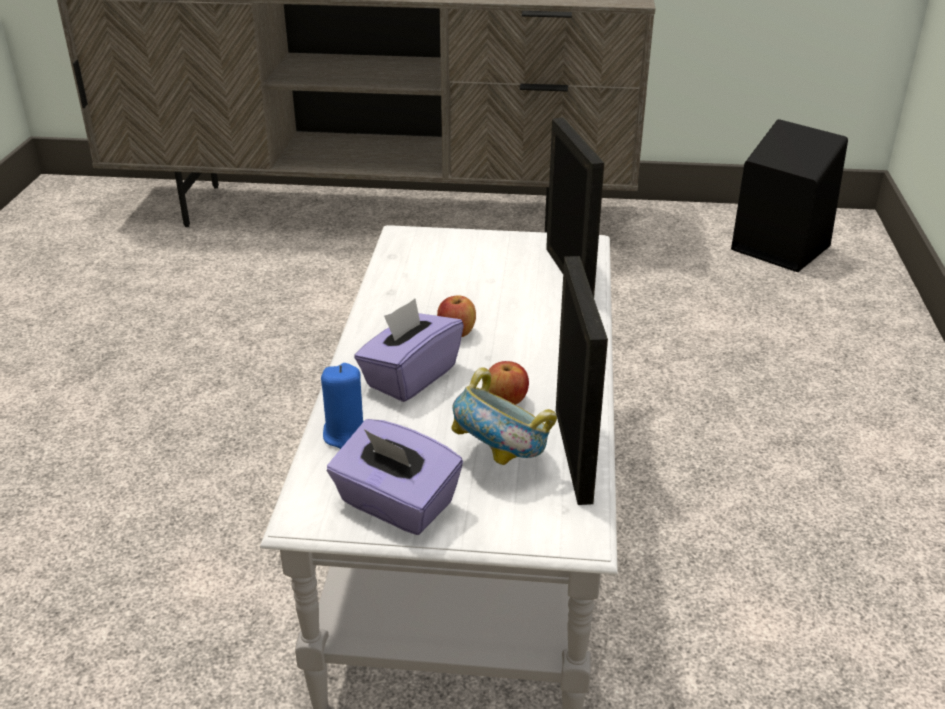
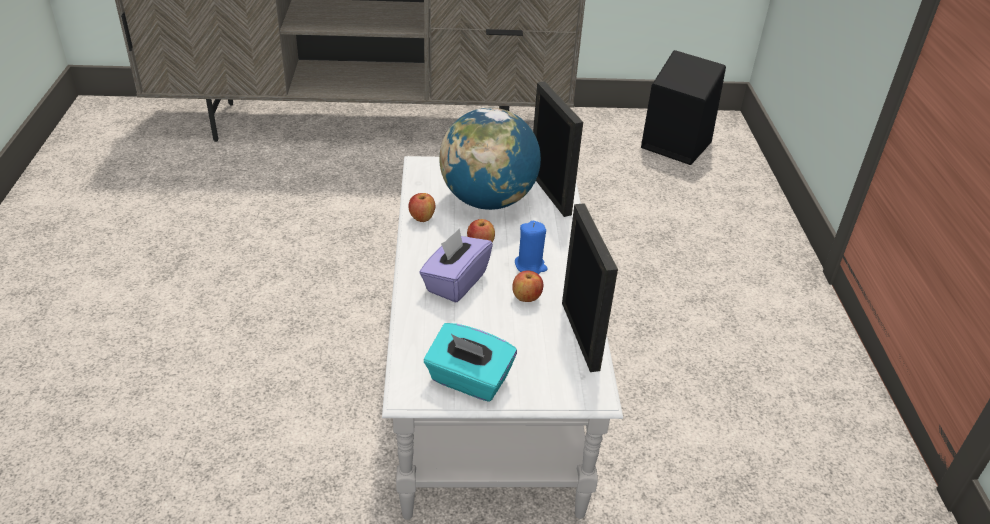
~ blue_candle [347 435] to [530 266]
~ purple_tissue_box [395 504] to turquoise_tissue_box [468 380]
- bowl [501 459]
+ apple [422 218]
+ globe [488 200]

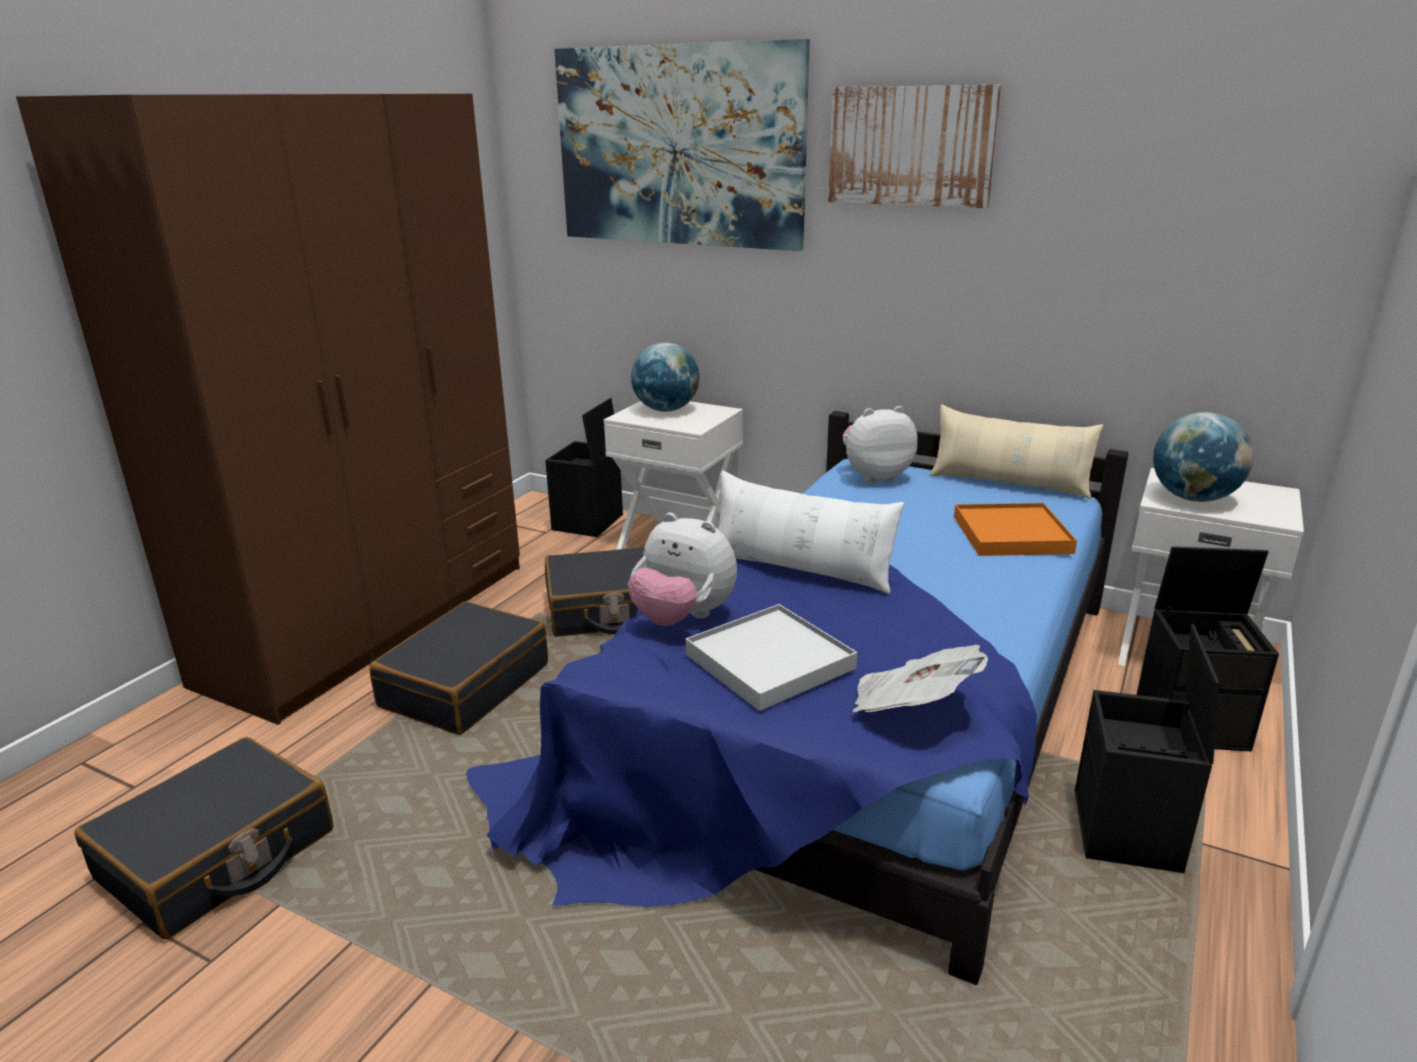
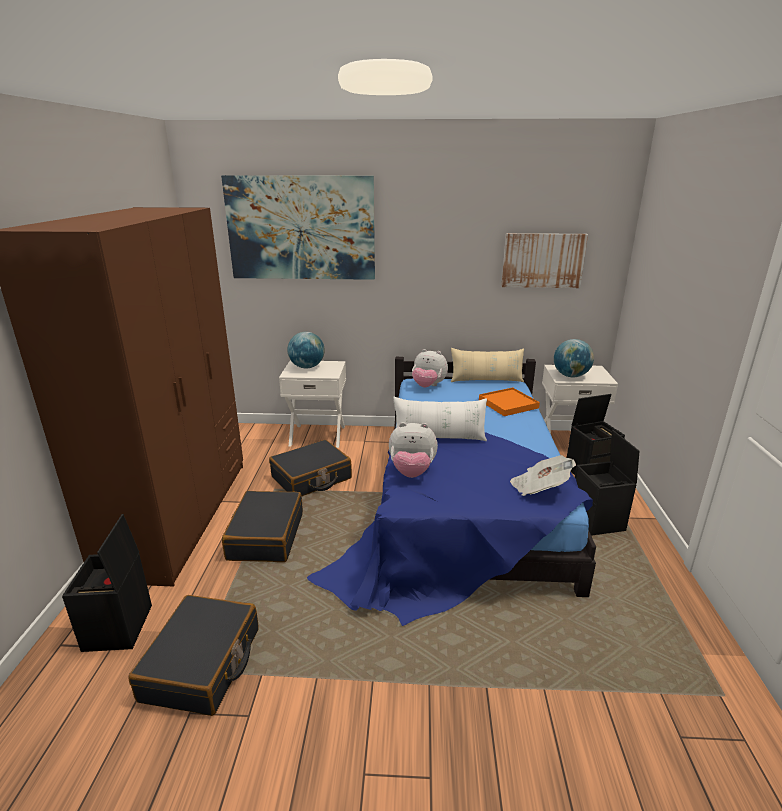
~ black_storage_box [588 523] to [118 628]
- white_tray [770 661]
~ picture [911 146] to [543 260]
~ plush_toy [875 476] = [428 386] 120 degrees counterclockwise

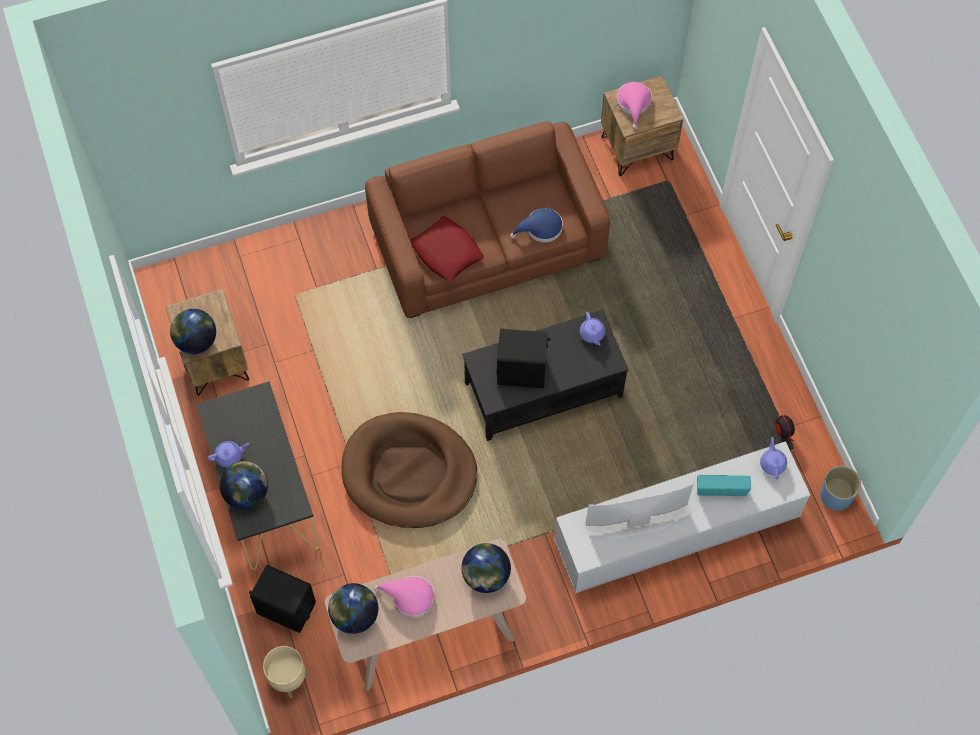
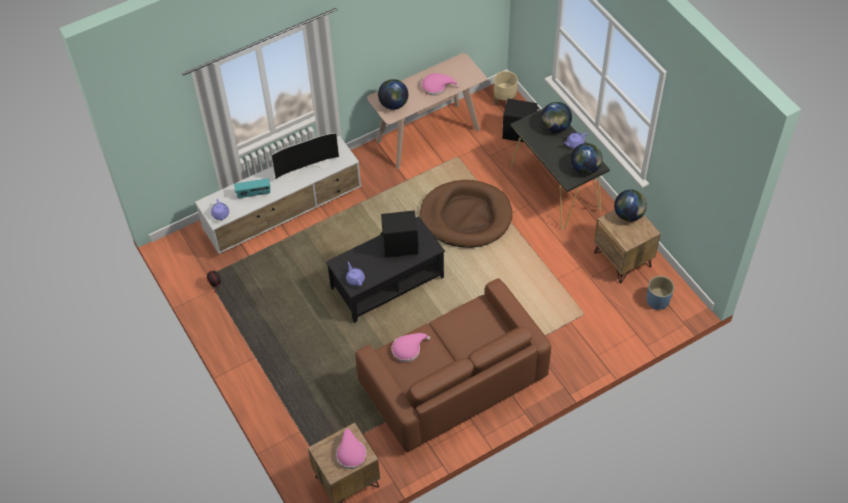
~ globe [354 615] to [585 168]
- red_pillow [447 252]
~ blue_hat [540 228] to pink_hat [408 349]
~ blue_planter [836 496] to [657 300]

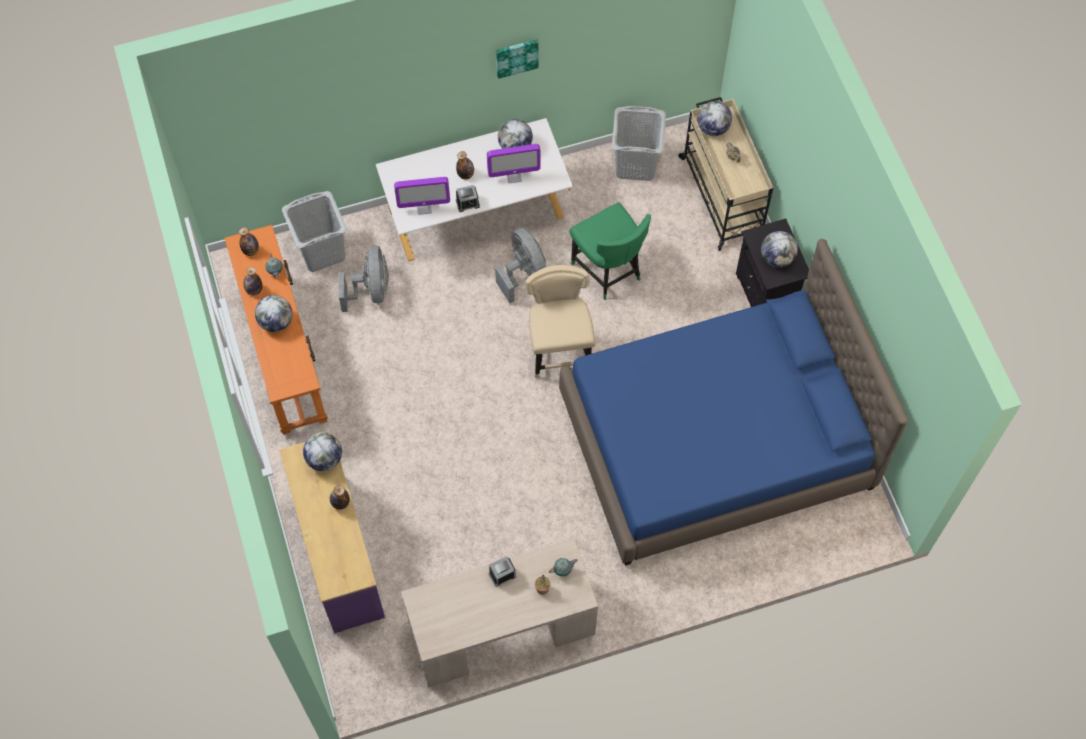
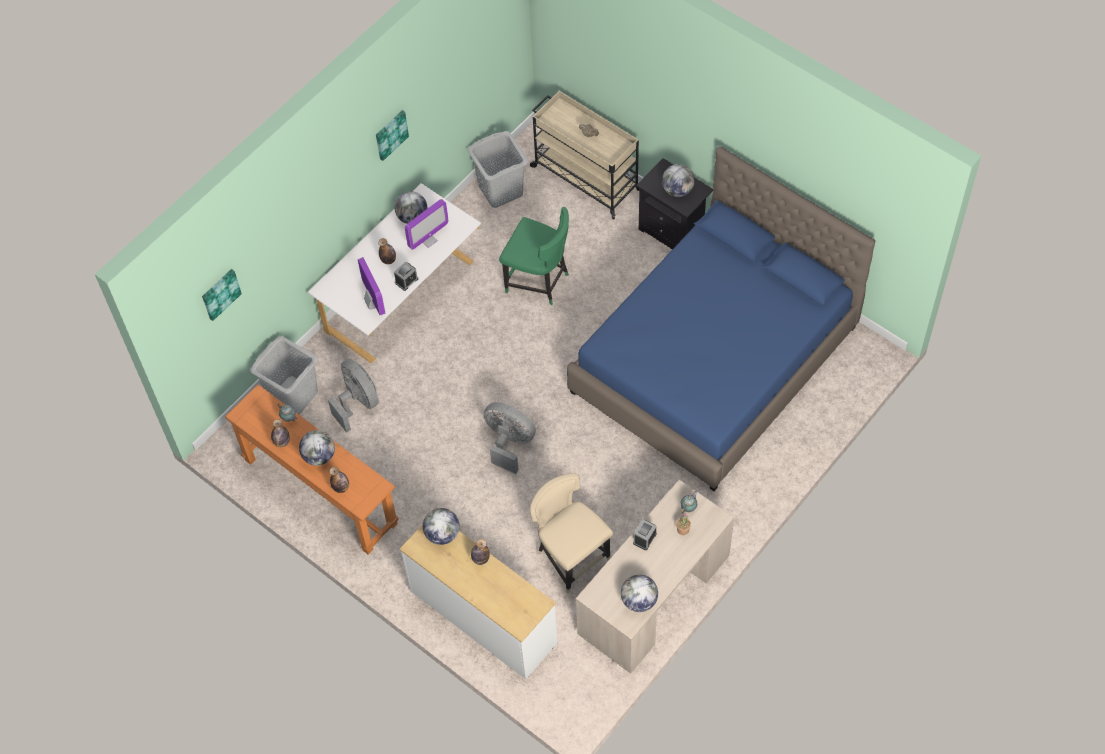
~ bottle [251 251] to [341 487]
~ purple_dresser [338 553] to white_dresser [482 617]
~ monitor [424 207] = [373 303] 75 degrees counterclockwise
~ grey_fan [523 273] to [509 443]
~ beige_chair [559 349] to [571 557]
~ globe [712 128] to [639 600]
+ picture [220 293]

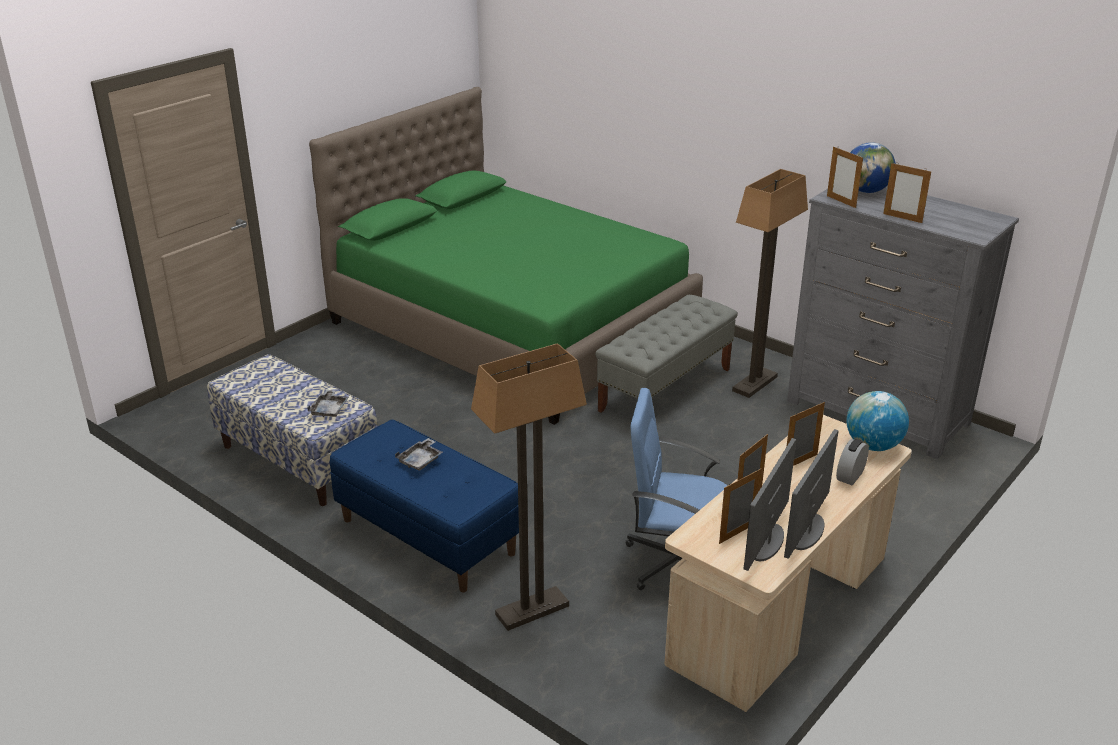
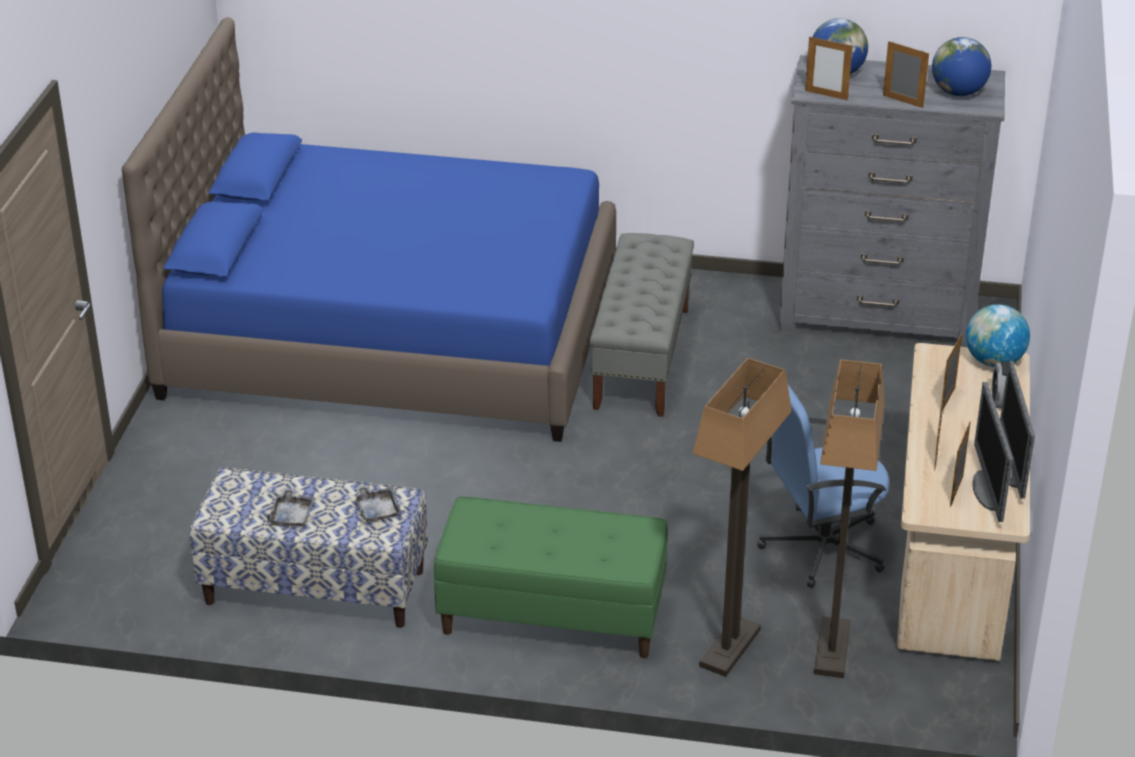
~ green_bed [512 327] to blue_bed [392 333]
~ blue_bench [426 536] to green_bench [551 616]
~ grey_tray [421 460] to [292 515]
~ floor_lamp [755 384] to [832 650]
~ picture_frame [902 218] = [902 101] 150 degrees counterclockwise
+ globe [958 92]

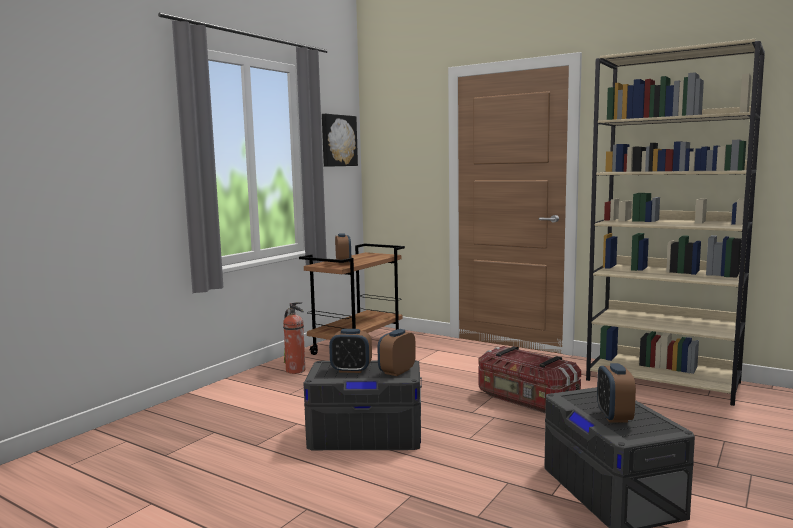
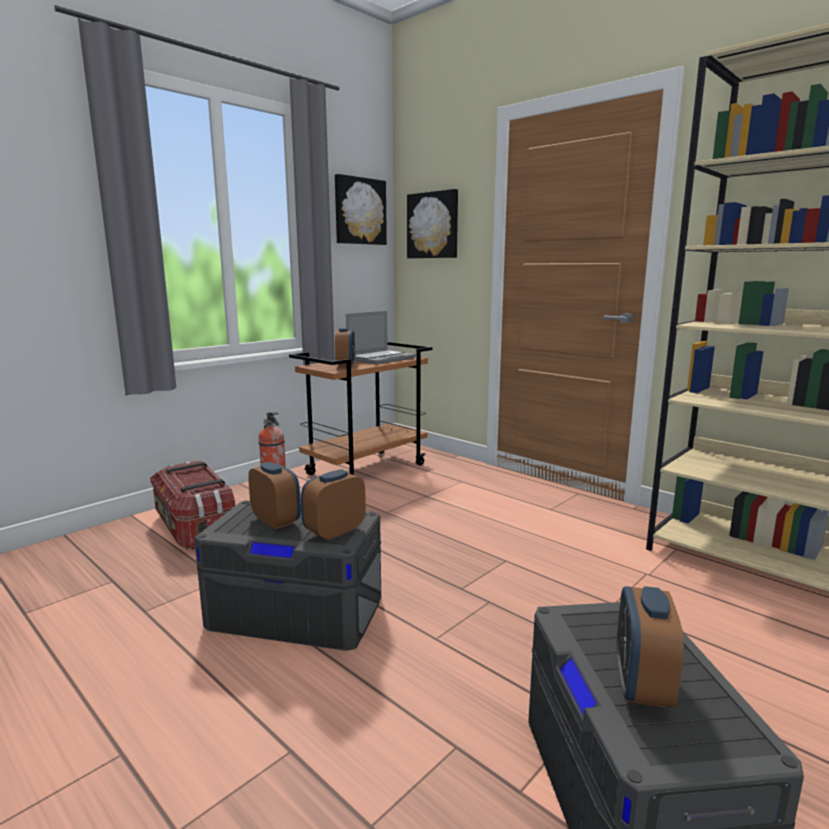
~ alarm_clock [351 370] = [276 521] 150 degrees counterclockwise
~ storage_box [526 400] to [195 528]
+ laptop [381 358]
+ picture [433 225]

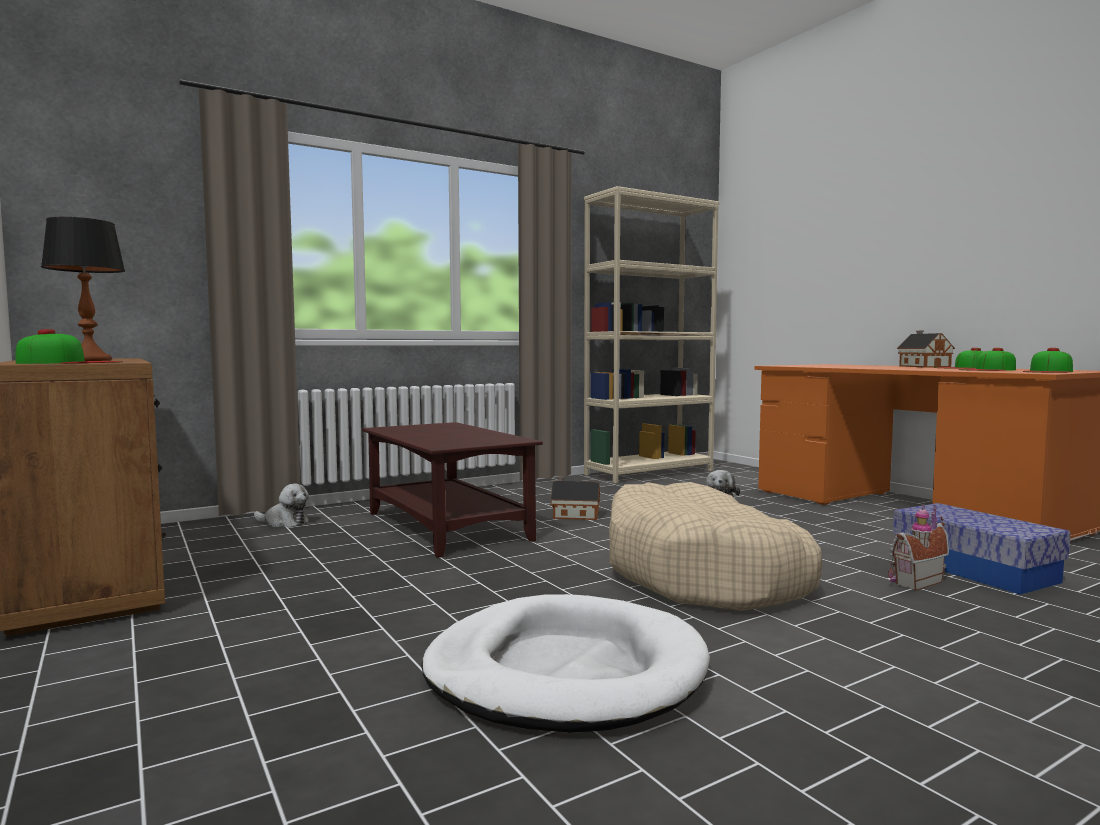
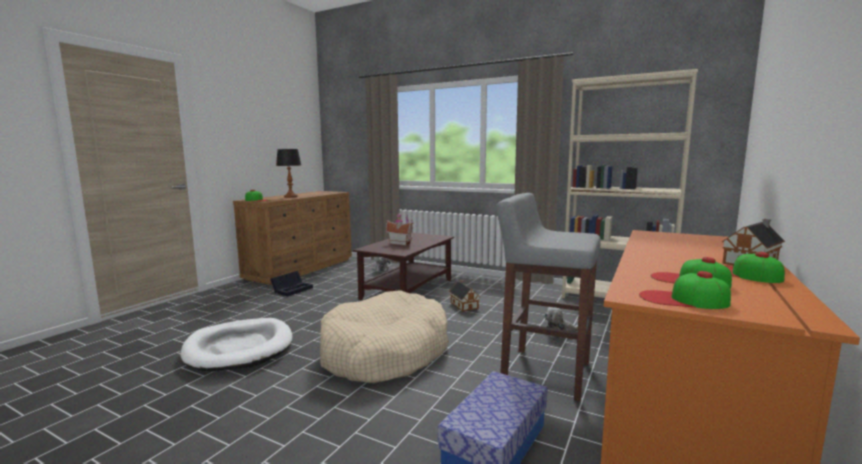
~ toy_house [913 582] to [400 243]
+ black_storage_box [293 289]
+ grey_stool [544 373]

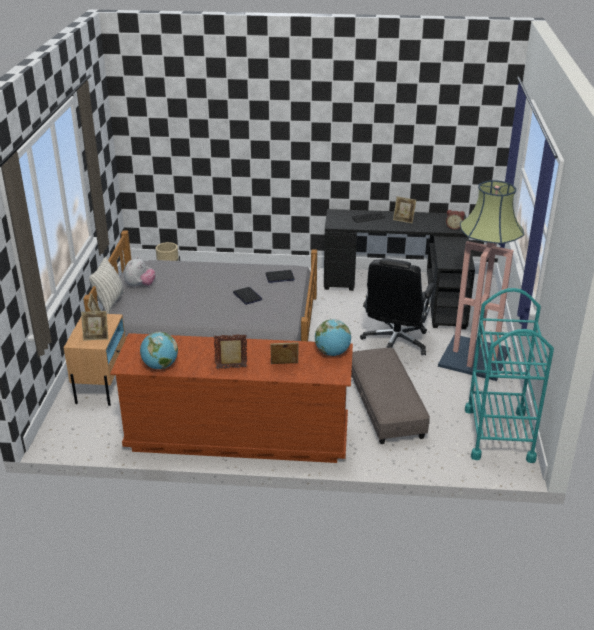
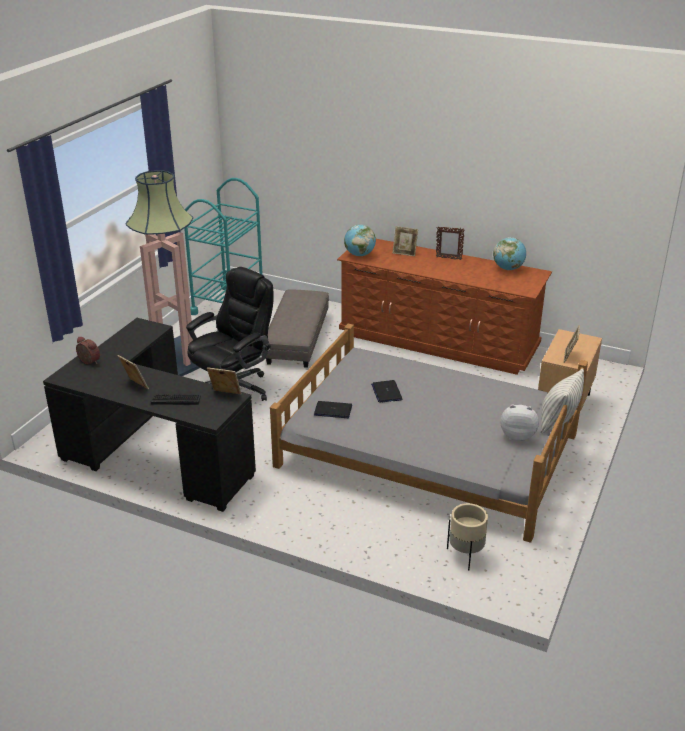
~ picture_frame [96 337] to [225 395]
~ plush_toy [140 286] = [517 435] 60 degrees clockwise

